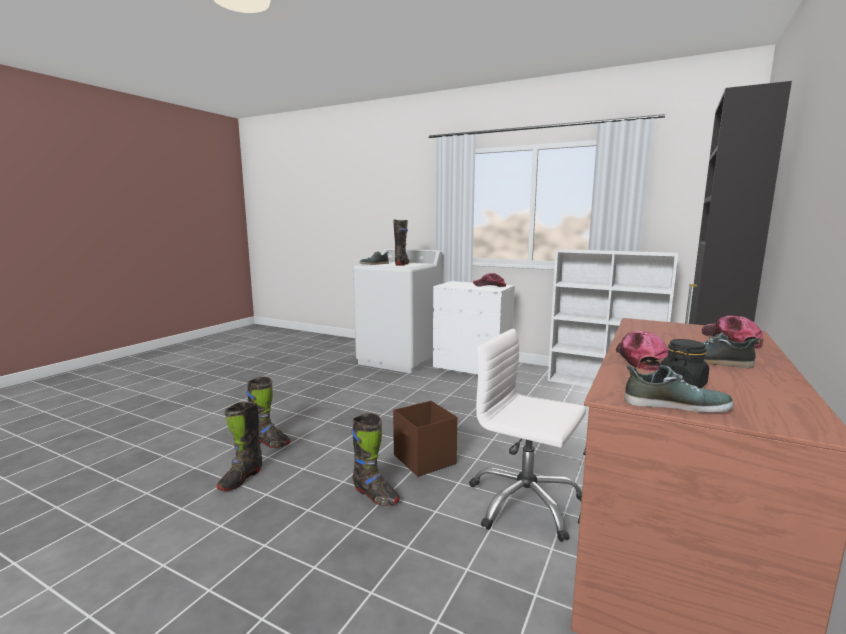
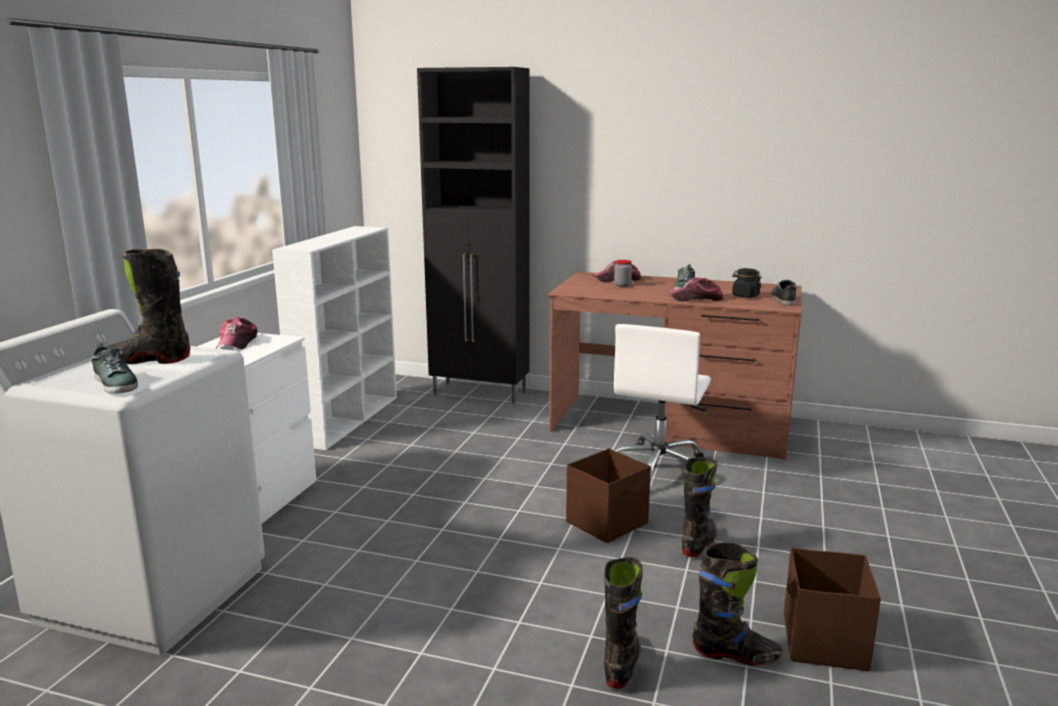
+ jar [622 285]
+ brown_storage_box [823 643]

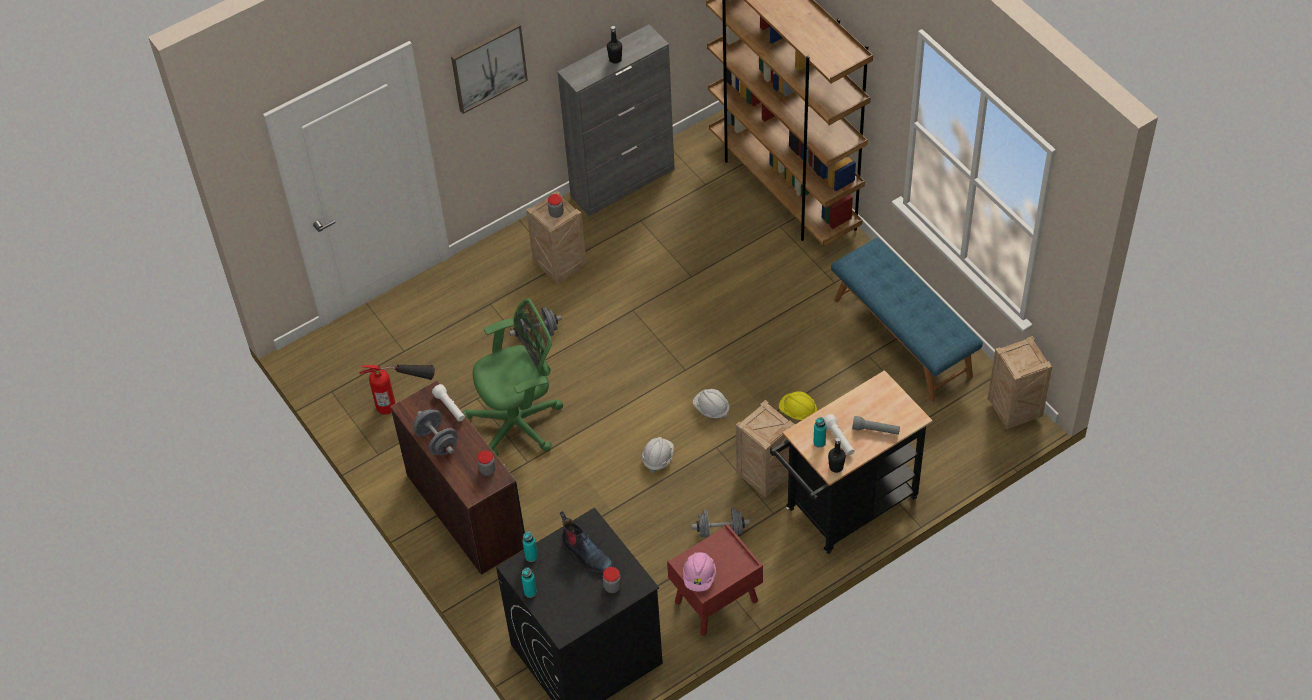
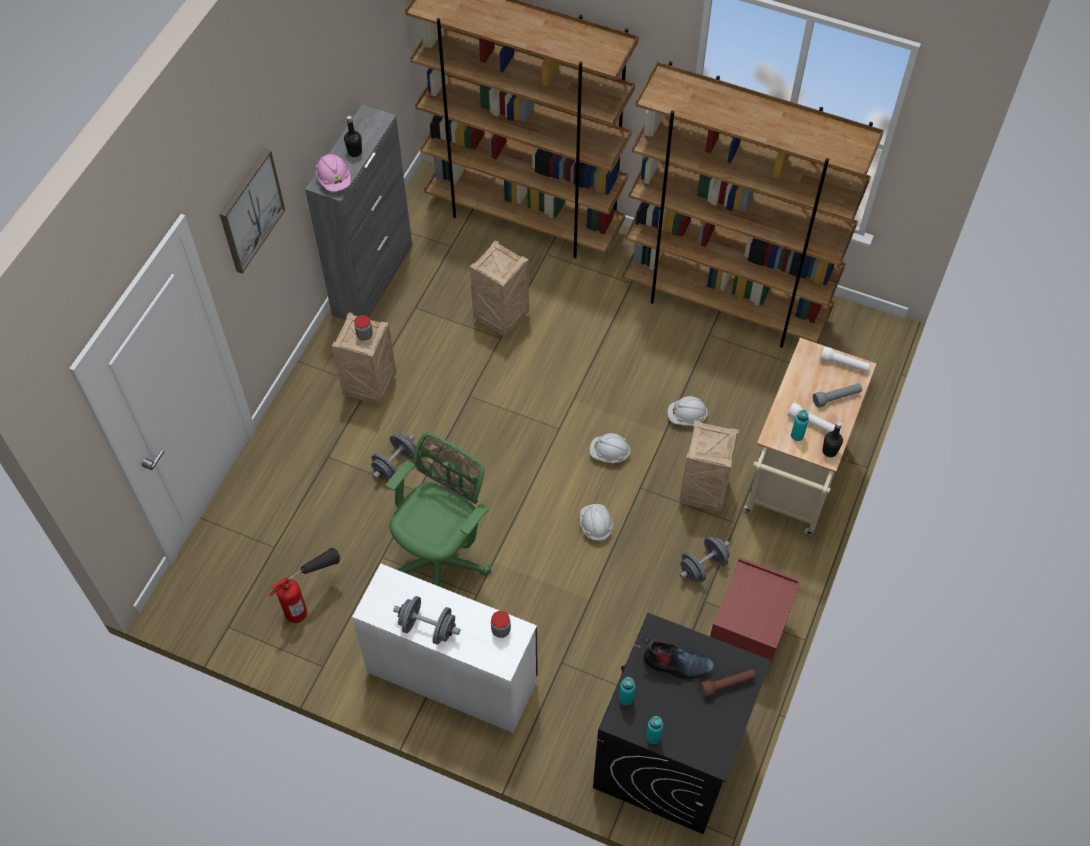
~ brown_desk [467 510] to white_desk [452 674]
~ white_flashlight [450 407] to [844 364]
~ jar [612 587] to brown_flashlight [727 685]
~ pink_hard_hat [699 577] to [334 180]
~ black_cart [845 508] to beige_cart [793 485]
~ yellow_hard_hat [797 411] to white_hard_hat [686 417]
~ blue_bench [903 337] to brown_bookcase [725 304]
~ crate [1015 411] to [502 318]

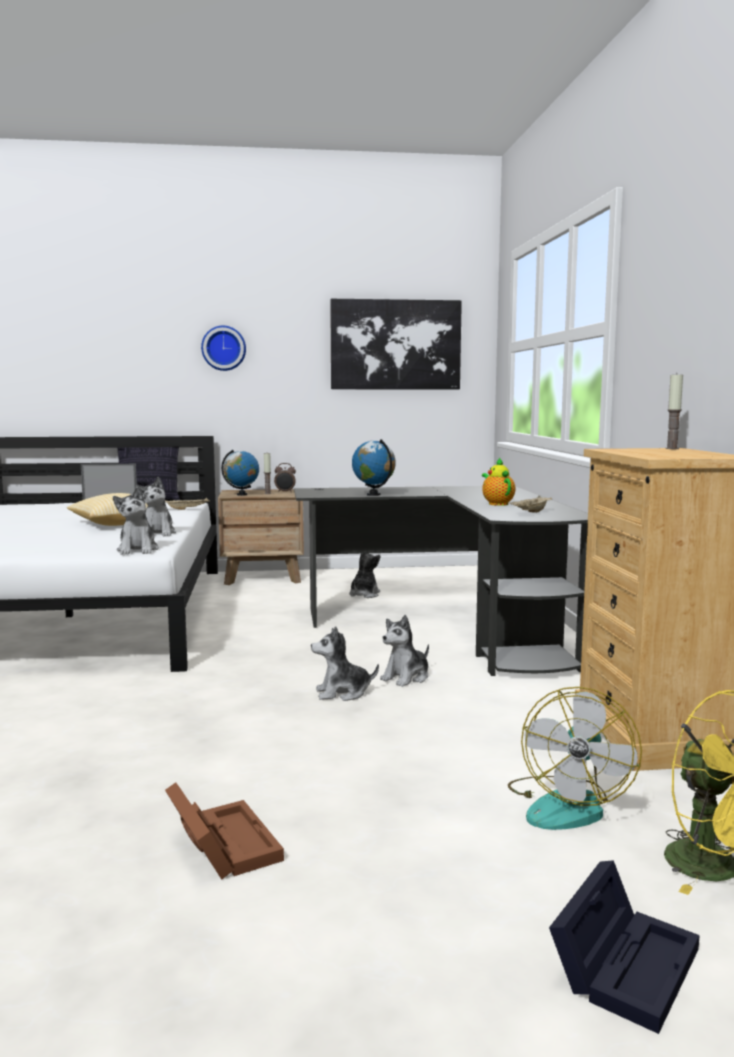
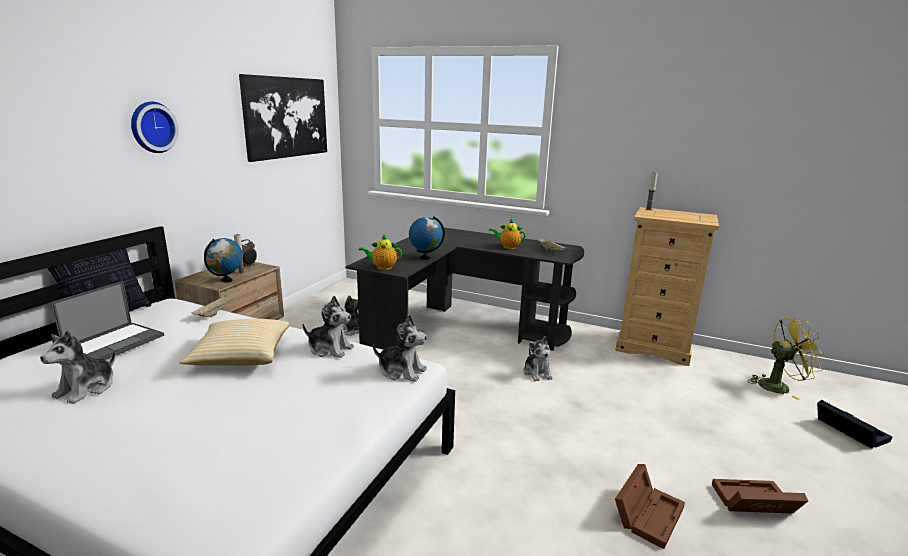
~ plush_toy [342 693] to [87 389]
- fan [567 804]
+ teapot [382 267]
+ brown_storage_box [648 513]

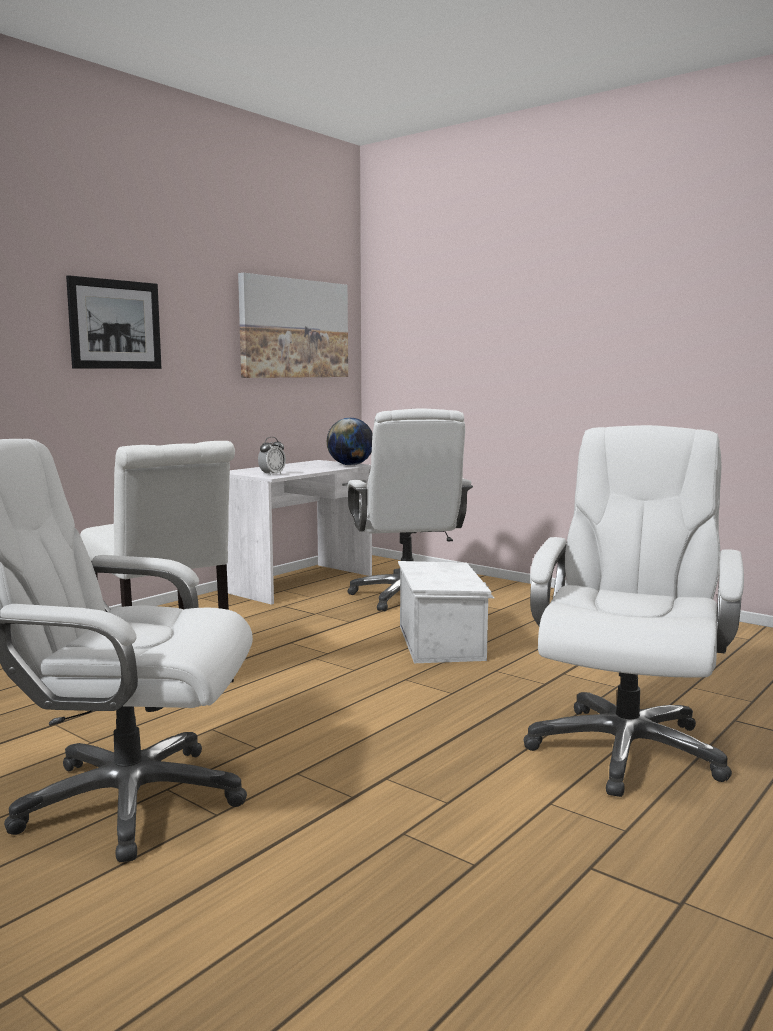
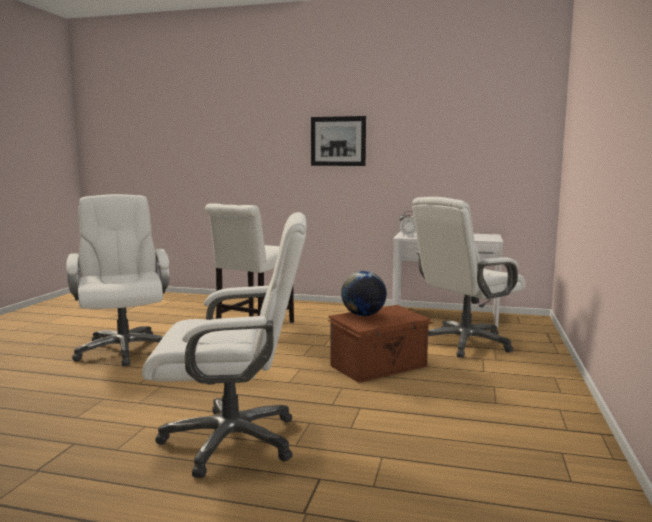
- picture [294 328]
~ globe [350 465] to [363 315]
~ white_storage_box [442 642] to brown_storage_box [380 366]

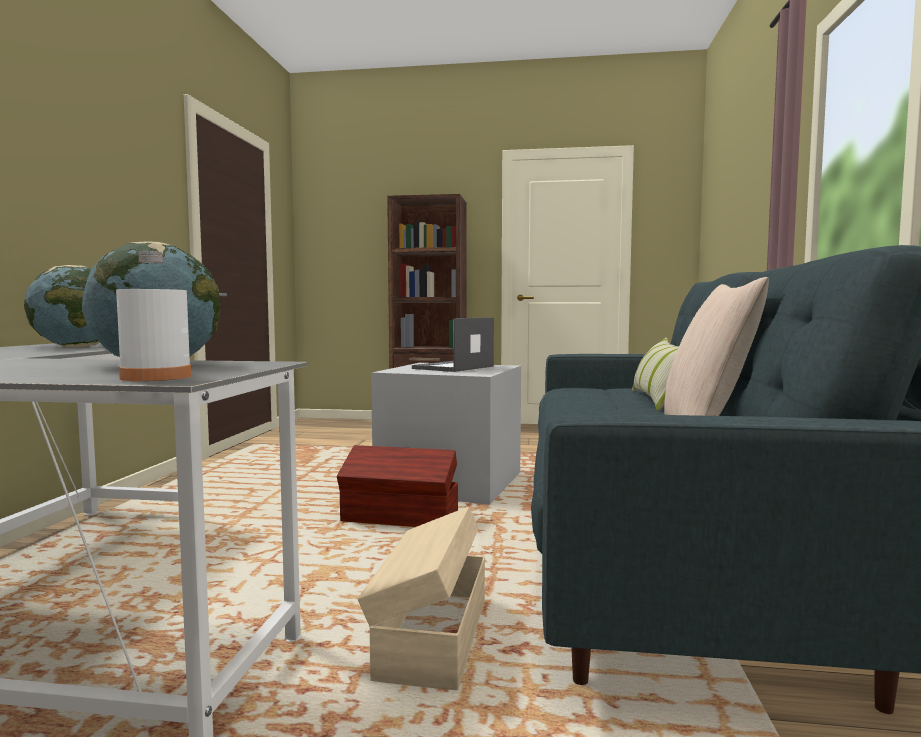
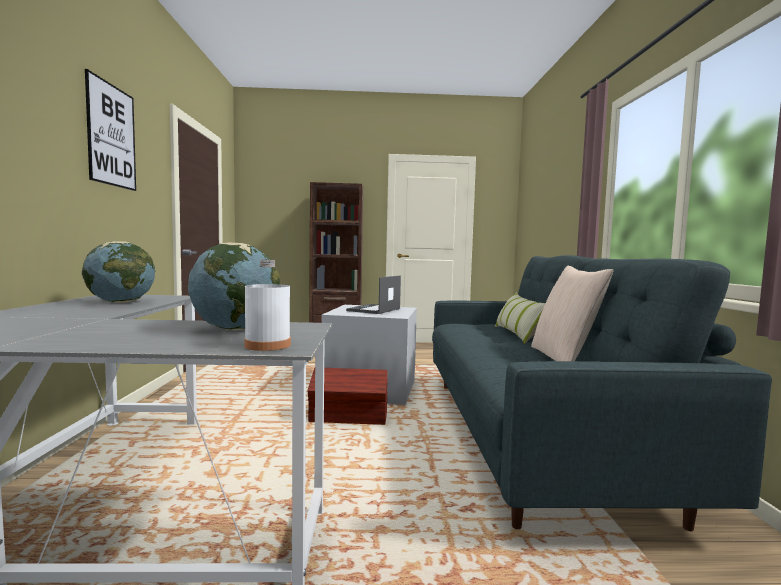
- beige_storage_box [431 637]
+ picture [111 135]

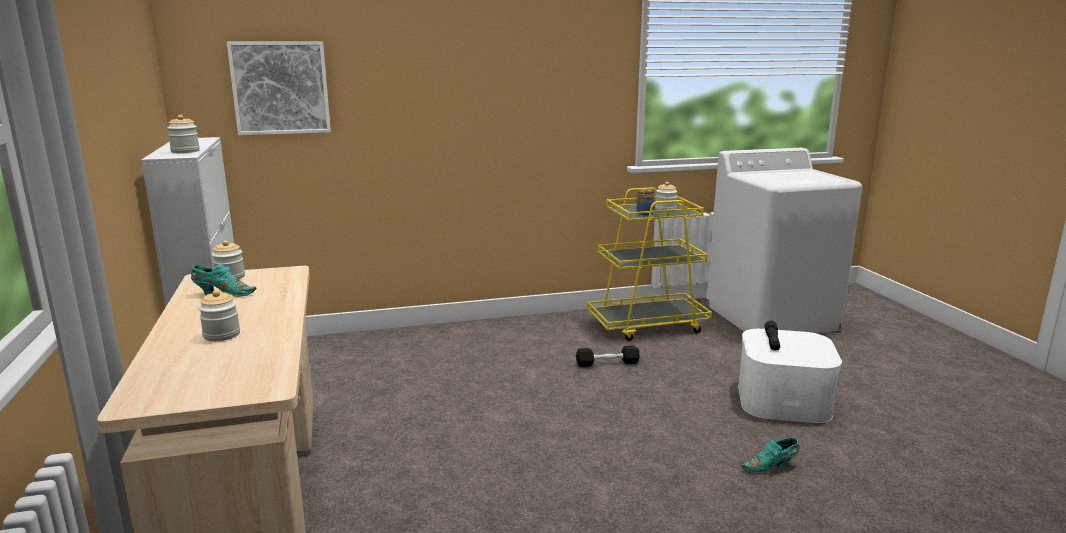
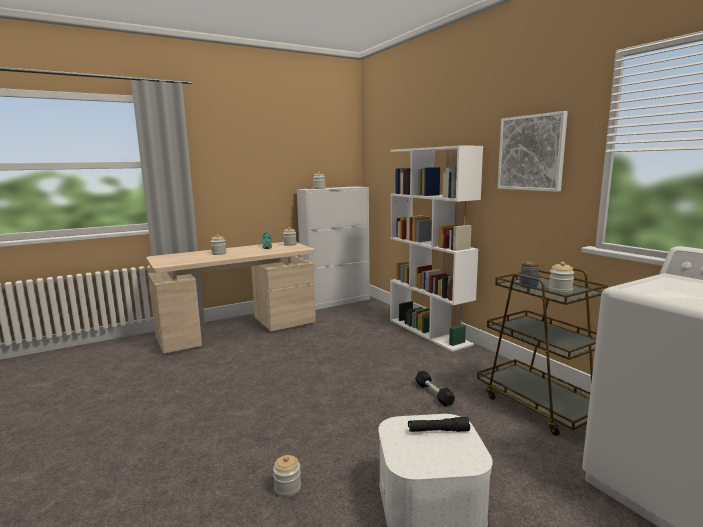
~ picture [280 88] to [531 153]
~ yellow_cart [648 325] to brown_cart [539 405]
~ turquoise_shoe [771 467] to jar [287 488]
+ white_bookcase [429 332]

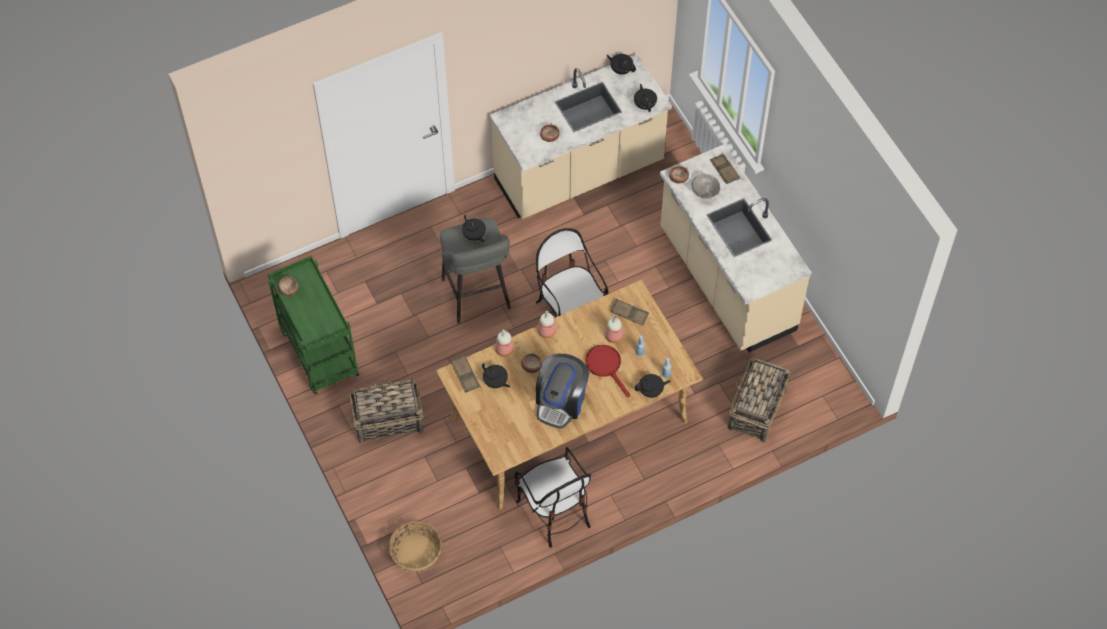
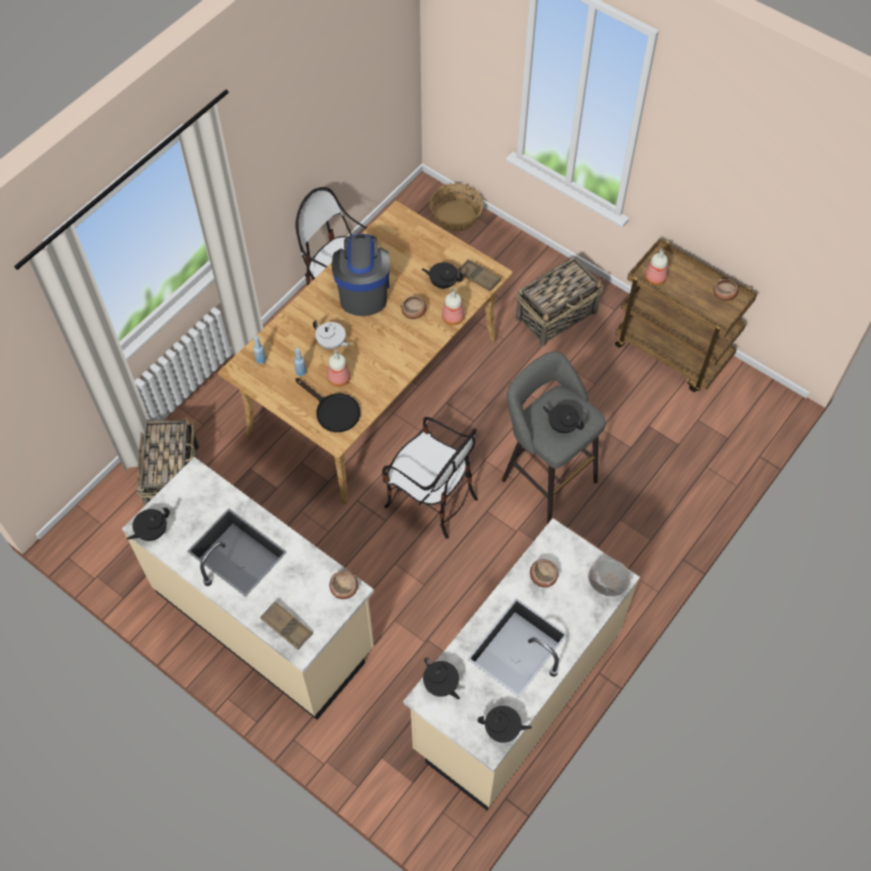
~ green_cart [317 351] to brown_cart [673 352]
~ bottle [546 332] to [655 278]
~ red_frying_pan [606 366] to white_teapot [331 343]
~ brown_tray [629 313] to black_frying_pan [333 411]
~ black_teapot [651 391] to [152 531]
~ grey_bowl [704 192] to [607 585]

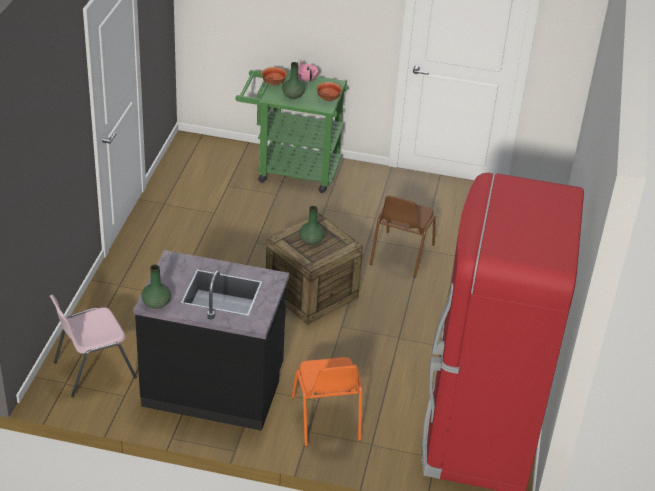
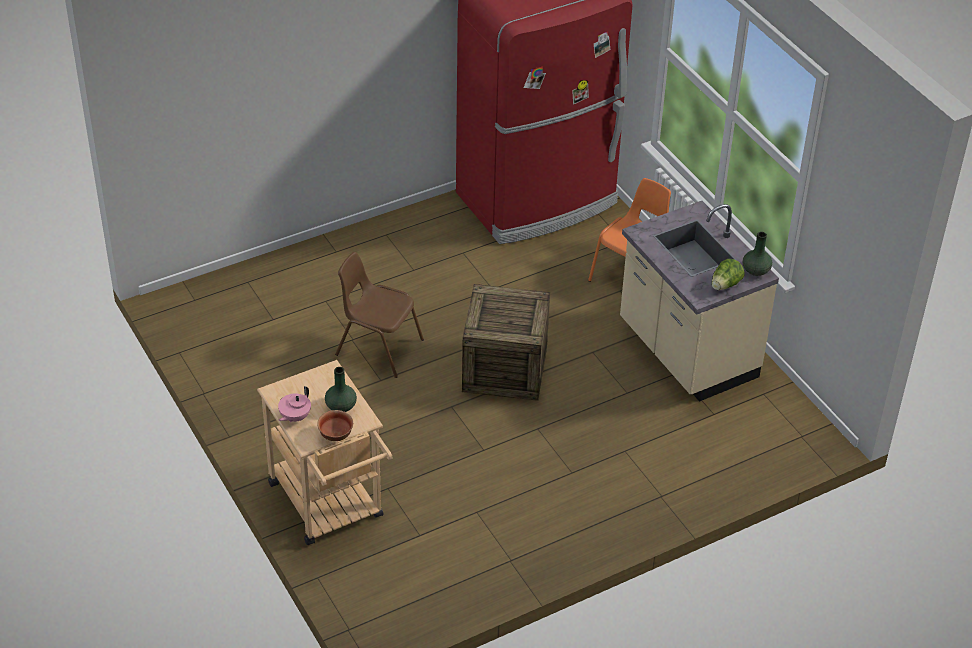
- pink_chair [93 369]
~ black_counter [213 387] to beige_counter [686 352]
~ green_cart [290 170] to beige_cart [330 507]
- green_vase [311 240]
- bowl [329 99]
~ brown_chair [400 255] = [378 347] 135 degrees counterclockwise
+ lettuce [725 285]

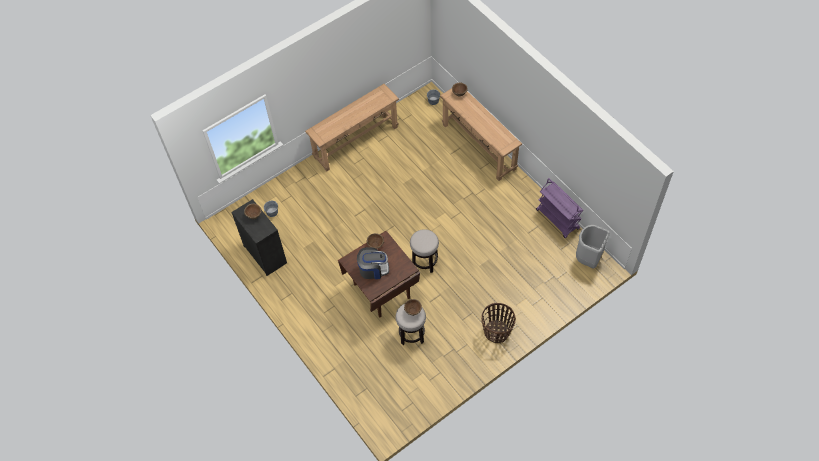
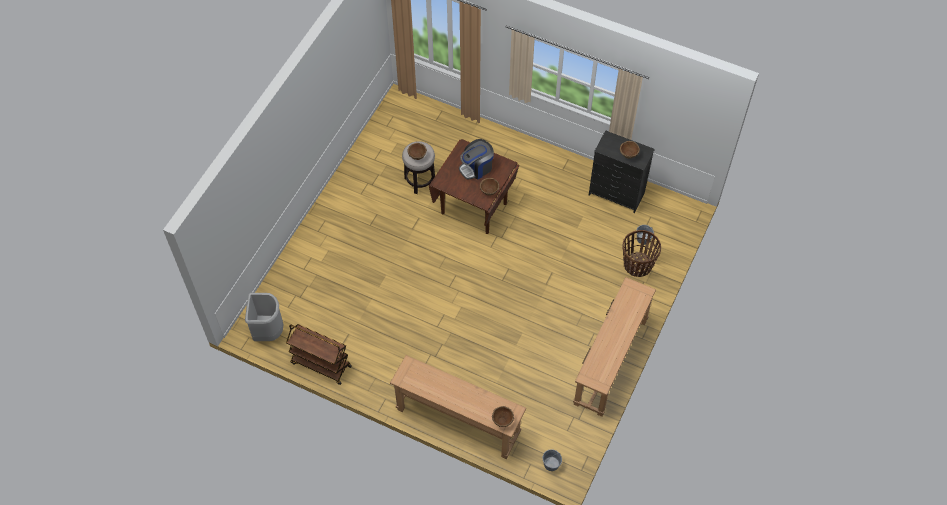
- stool [425 262]
~ basket [496 332] to [637 265]
~ purple_cart [558 219] to brown_cart [320 365]

